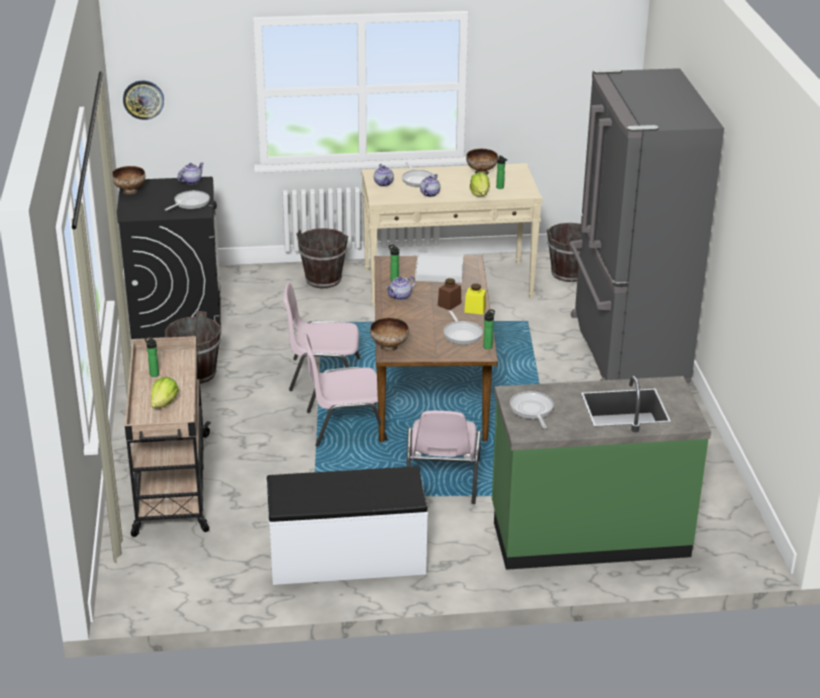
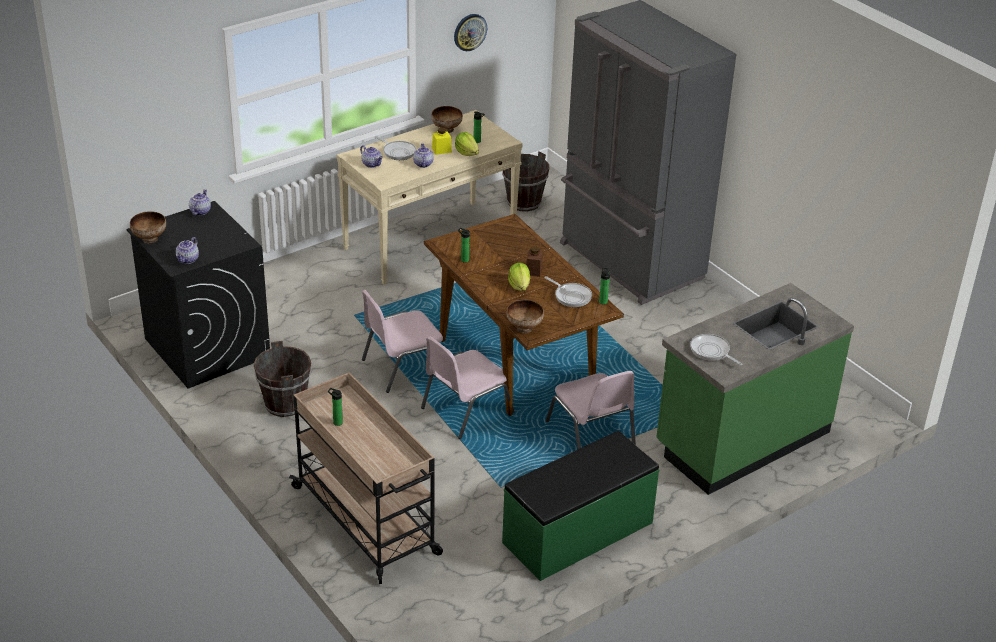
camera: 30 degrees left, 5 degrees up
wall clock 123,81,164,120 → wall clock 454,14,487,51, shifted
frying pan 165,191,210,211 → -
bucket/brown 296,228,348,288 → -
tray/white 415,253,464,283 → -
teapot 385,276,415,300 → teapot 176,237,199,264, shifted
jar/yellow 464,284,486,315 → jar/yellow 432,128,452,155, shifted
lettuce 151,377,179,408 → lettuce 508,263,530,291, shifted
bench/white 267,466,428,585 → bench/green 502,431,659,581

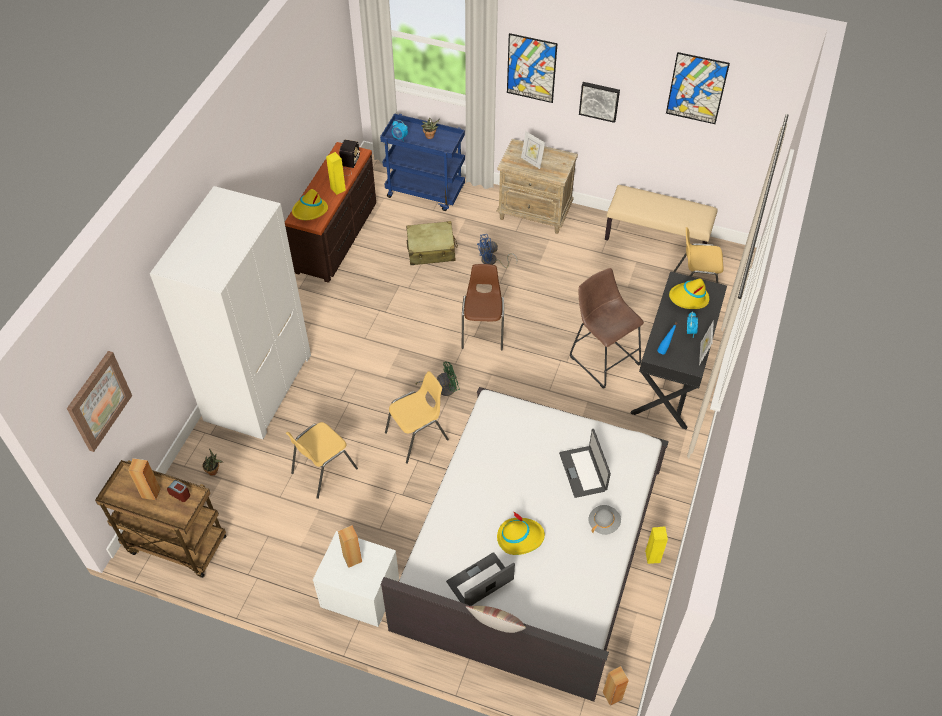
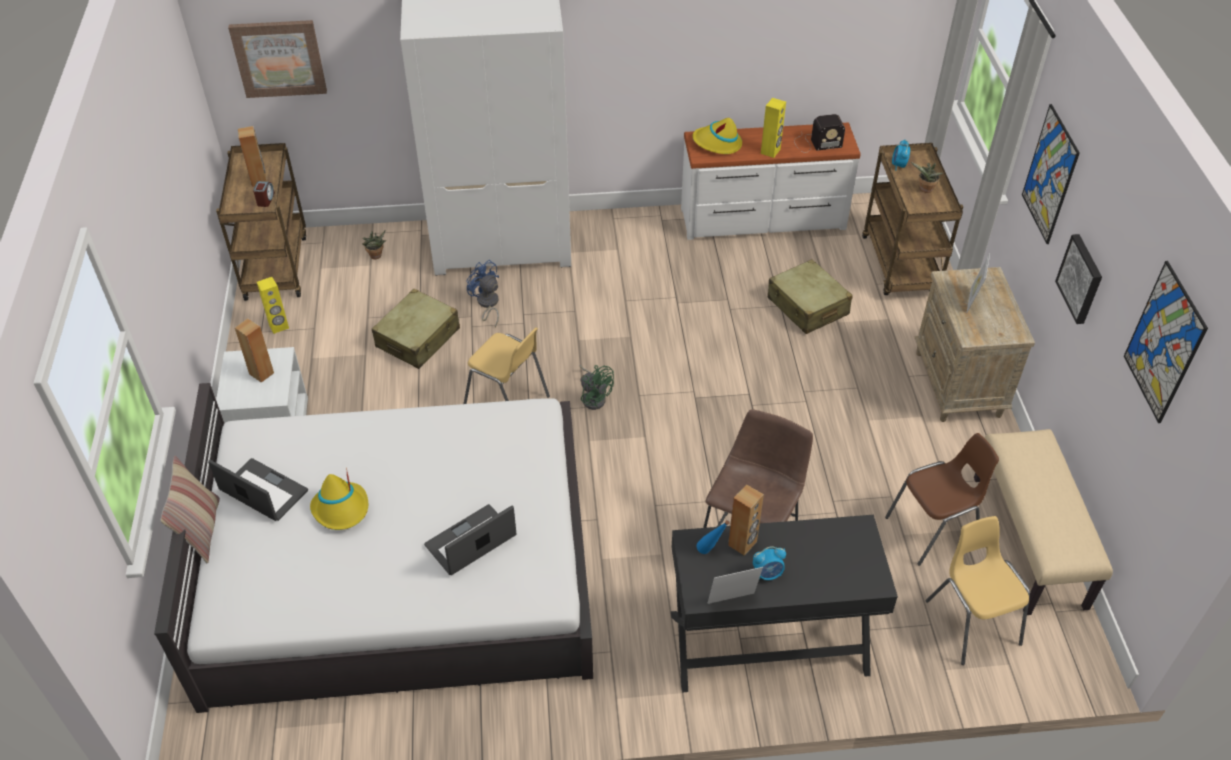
camera: 65 degrees right, 5 degrees down
cart/blue 380,113,465,211 → cart/brown 862,143,963,295
dresser/brown 285,142,376,283 → dresser/white 681,122,861,240
fan/blue 477,234,517,268 → fan/blue 466,260,499,328, shifted
chair/brown 462,264,504,350 → chair/brown 885,433,999,566, shifted
hat/yellow 669,279,709,309 → -
chair/yellow 286,422,358,499 → suitcase/beige 372,289,460,369
hat/grey 588,505,621,535 → -
speaker/yellow 645,526,668,564 → speaker/yellow 257,277,289,334, shifted
speaker/brown 603,666,629,706 → speaker/brown 728,484,764,556, shifted

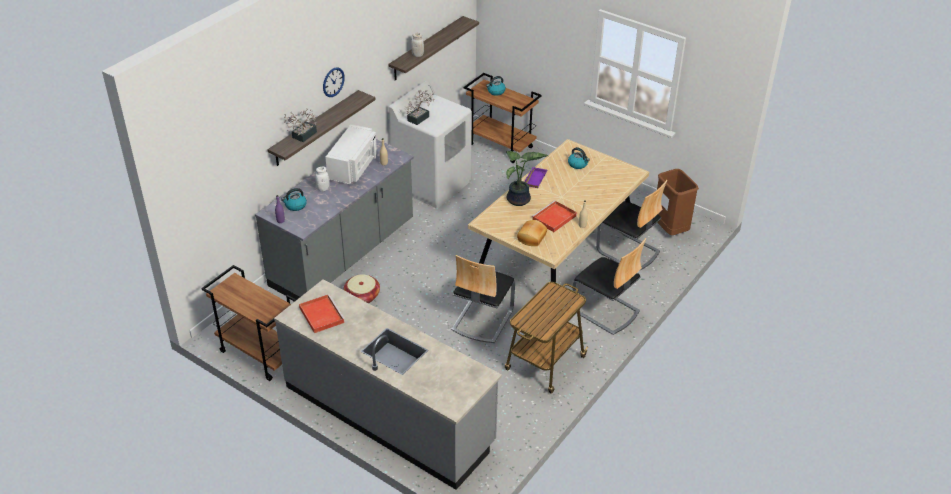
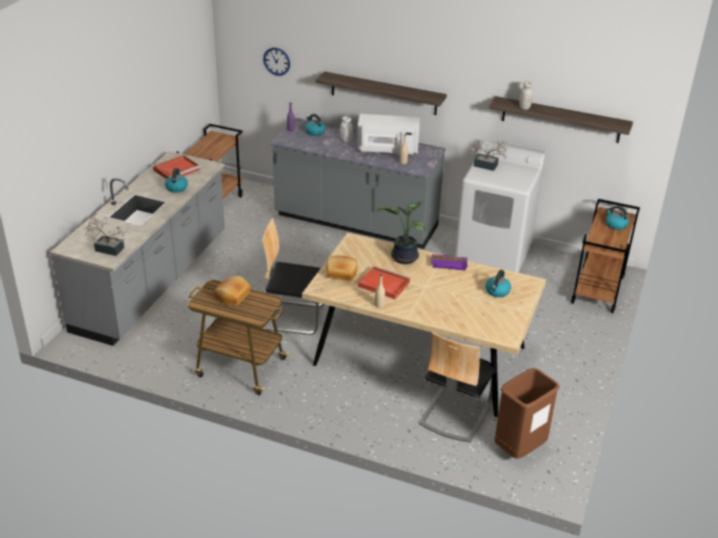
camera: 75 degrees right, 5 degrees down
wall clock 323,68,345,97 → wall clock 263,48,290,76, shifted
potted plant 284,109,317,142 → potted plant 83,213,128,256, shifted
chair 572,238,646,335 → -
basket 344,274,380,303 → -
- → kettle 165,168,188,193
- → bread 214,276,250,306

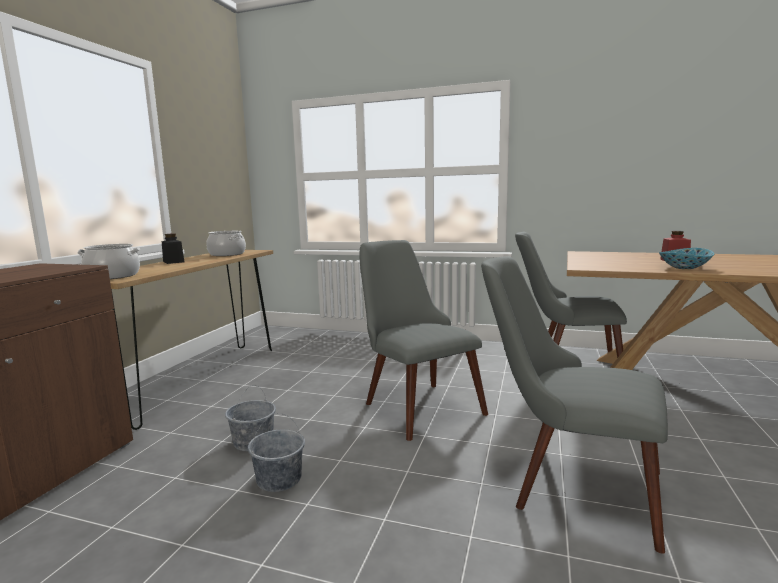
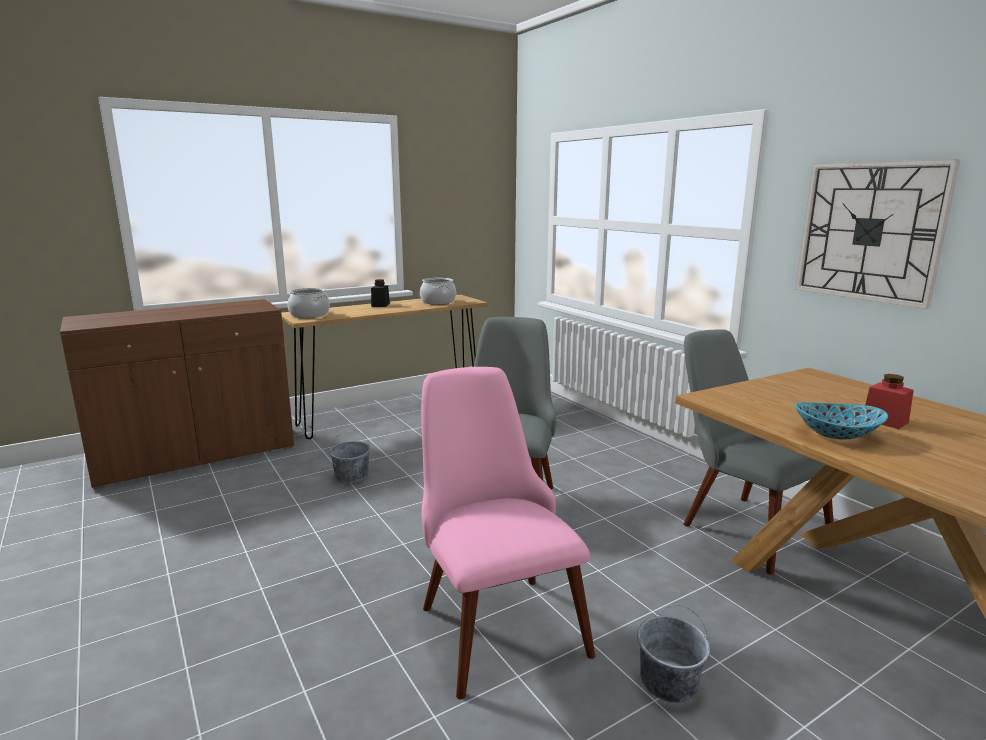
camera: 40 degrees right, 5 degrees up
chair/grey 481,256,668,554 → chair/pink 421,367,595,699
bucket/grey 248,413,305,492 → bucket/grey 637,604,710,703, shifted
- → wall clock 795,159,960,309

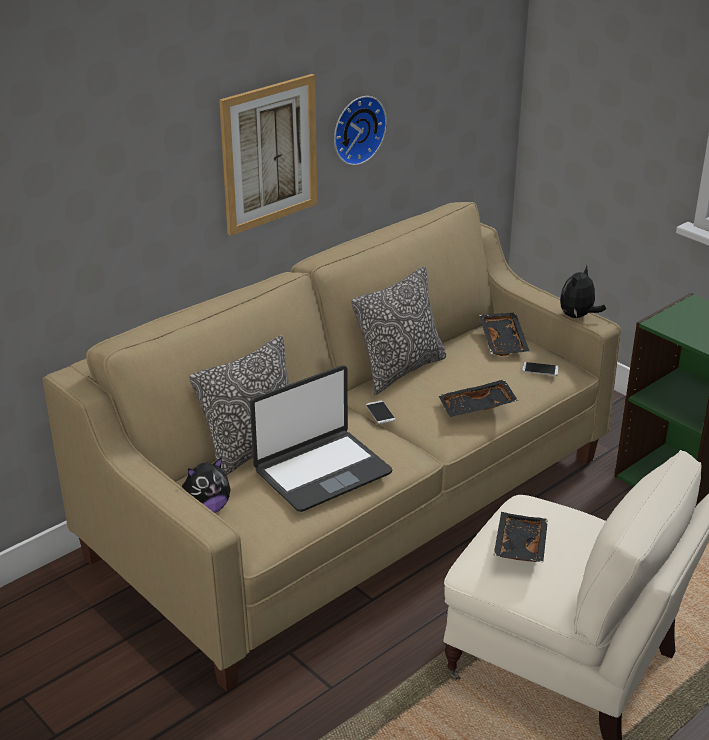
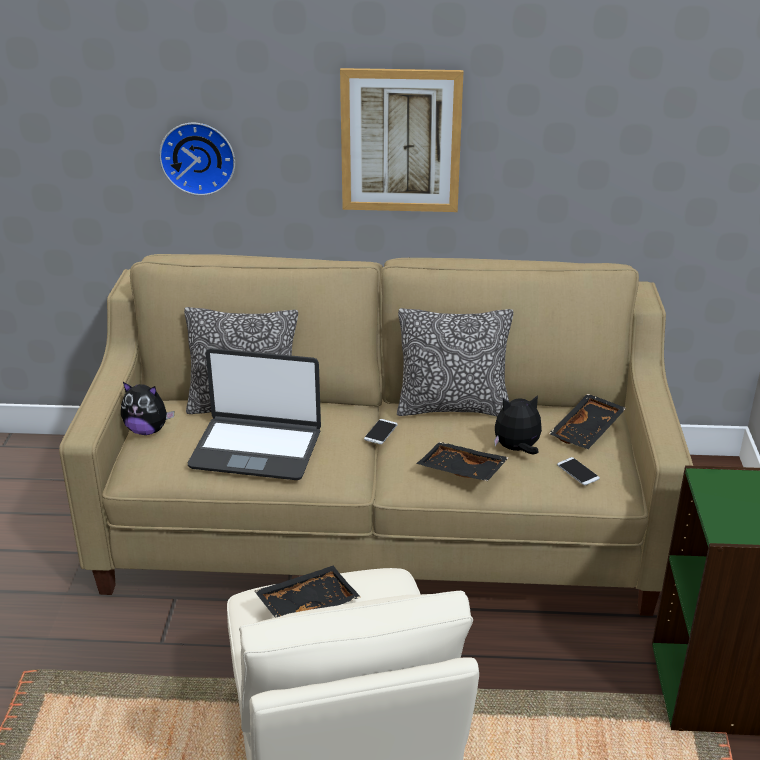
camera: 45 degrees right, 0 degrees up
wall clock 334,96,387,166 → wall clock 159,123,235,196, shifted
plush toy 560,265,606,318 → plush toy 494,395,542,455, shifted

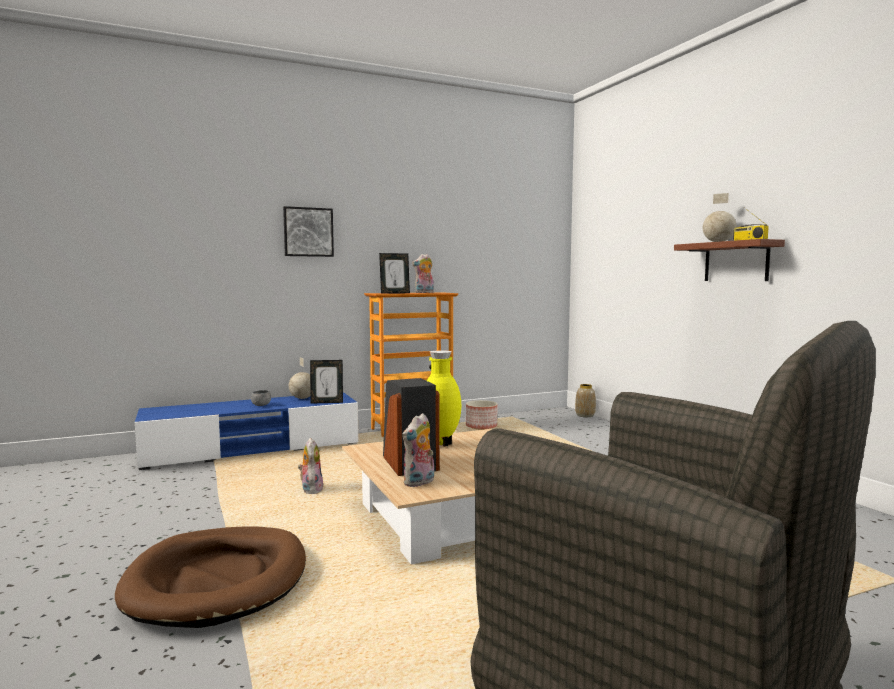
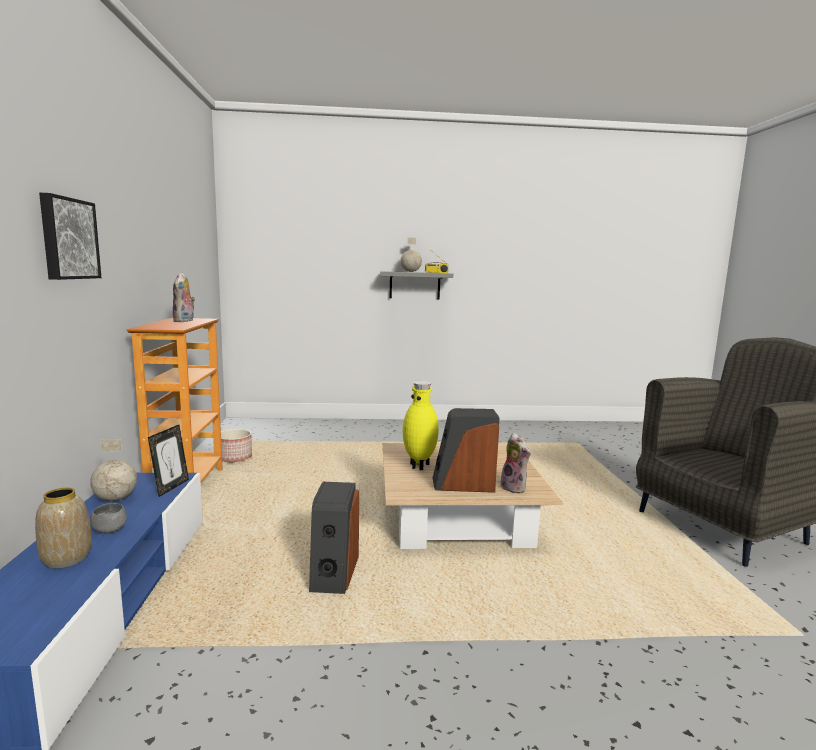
camera: 70 degrees left, 5 degrees up
shelf/brown 674,239,785,281 → shelf/grey 380,271,453,299
picture frame 379,253,410,294 → -
vase 575,384,596,417 → vase 35,488,92,568, shifted
plush toy 298,438,323,494 → speaker 309,482,359,594
dog bed/brown 115,526,306,628 → -

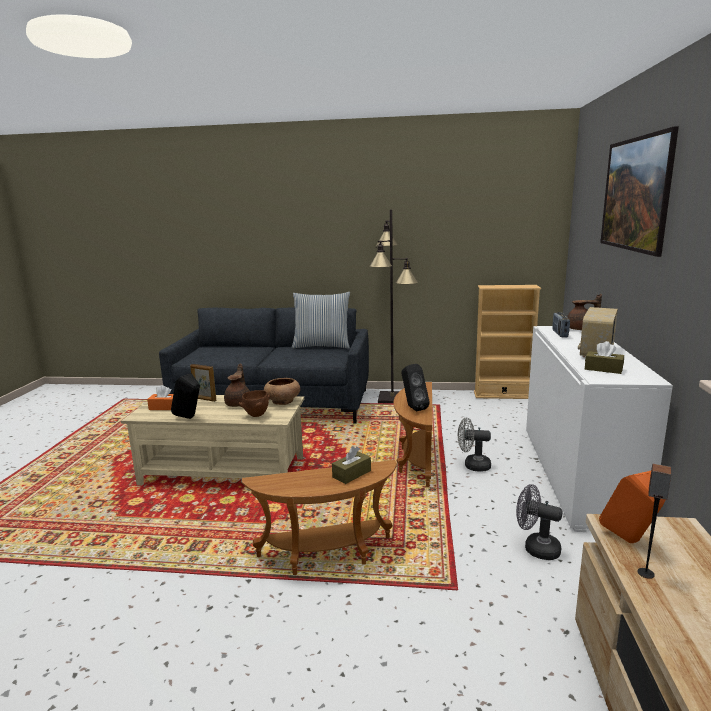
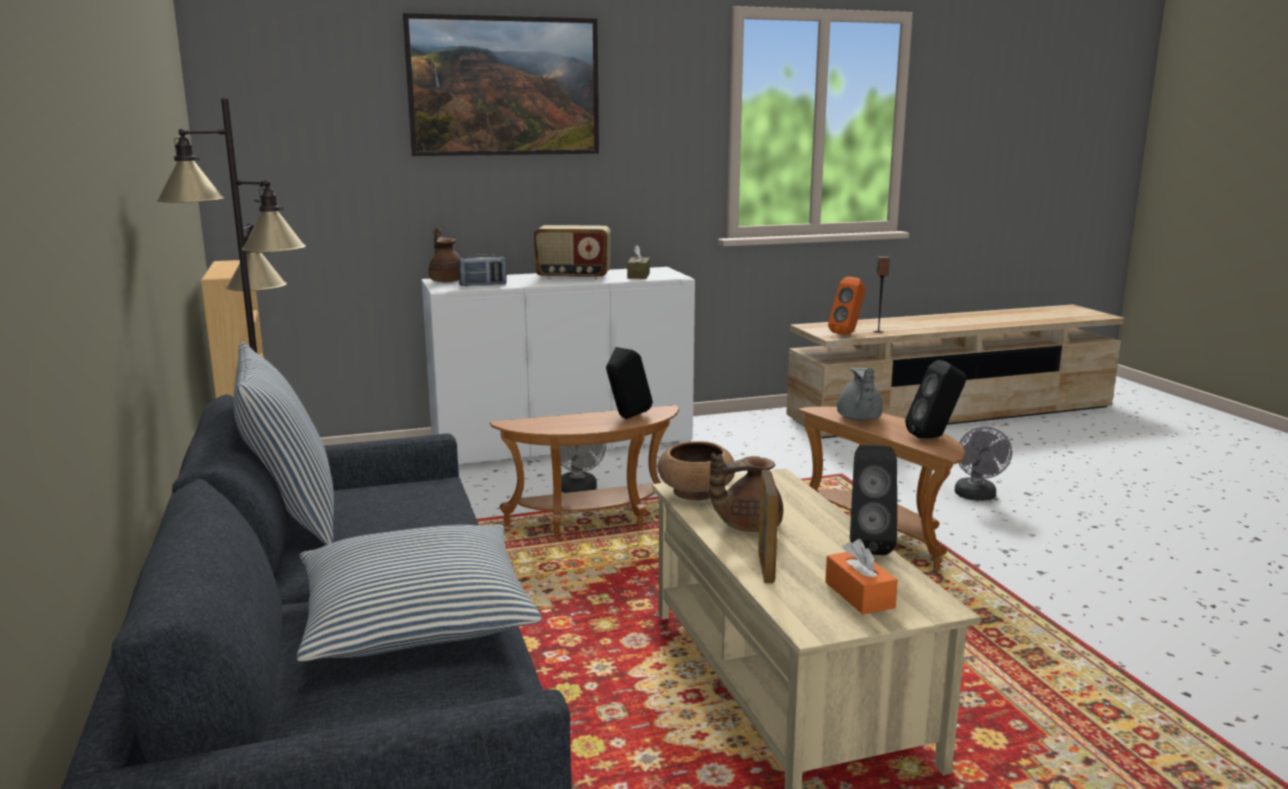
camera: 115 degrees left, 0 degrees up
bowl/brown 239,390,270,417 → -
tissue box/brown 332,446,371,484 → teapot/grey 837,367,883,421
fan/grey 516,484,563,560 → fan/grey 955,427,1012,501, shifted
- → speaker/black 905,360,966,438
- → pillow 296,524,542,662

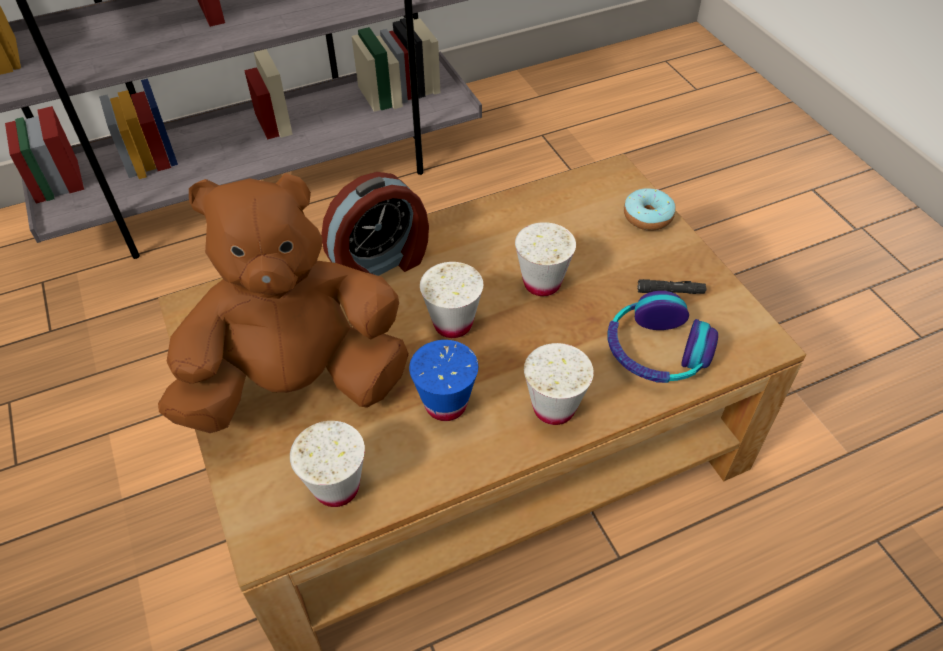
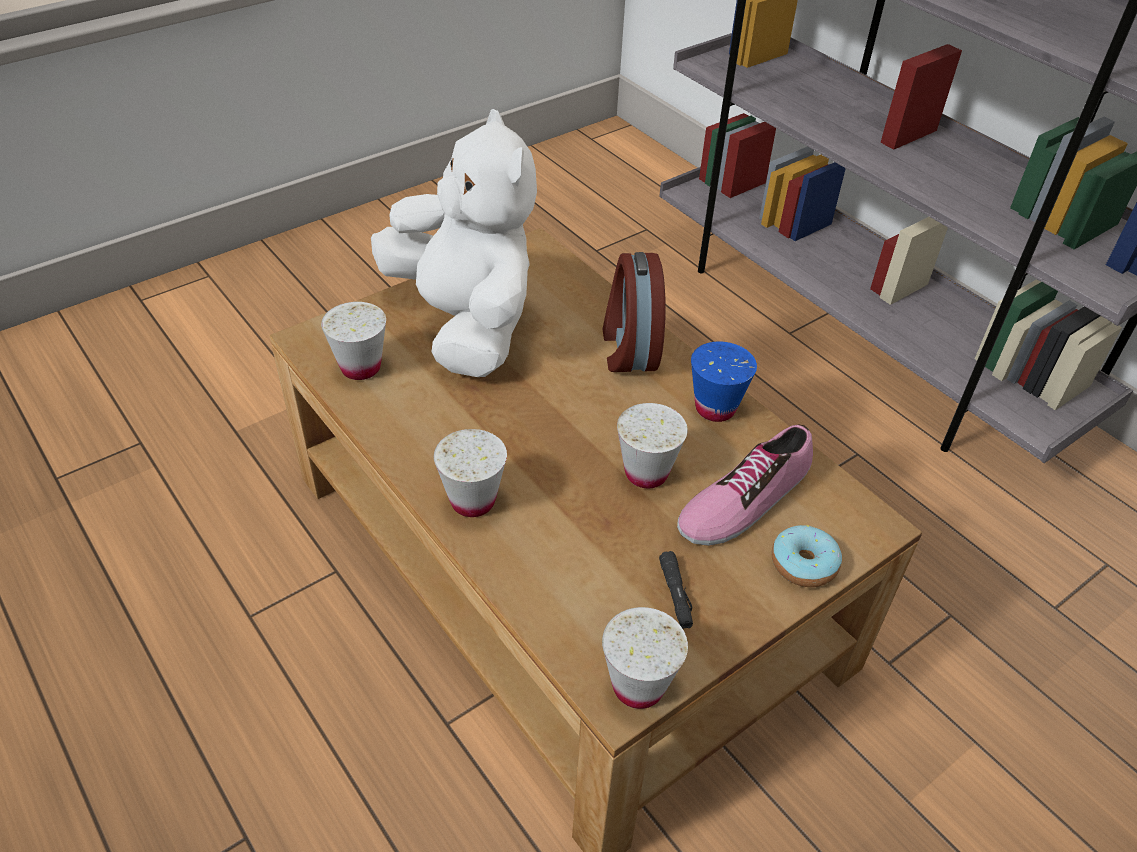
camera: 75 degrees right, 5 degrees down
alarm clock 321,172,429,276 → alarm clock 603,252,665,372, 45 degrees clockwise
plush toy/brown 158,173,409,433 → plush toy/white 371,109,537,377
cup/white 420,262,483,338 → cup/white 602,607,688,709, shifted
headphones 607,291,718,383 → -
cup/blue 409,340,478,421 → cup/blue 691,341,757,422, shifted
- → shoe 677,425,813,546

